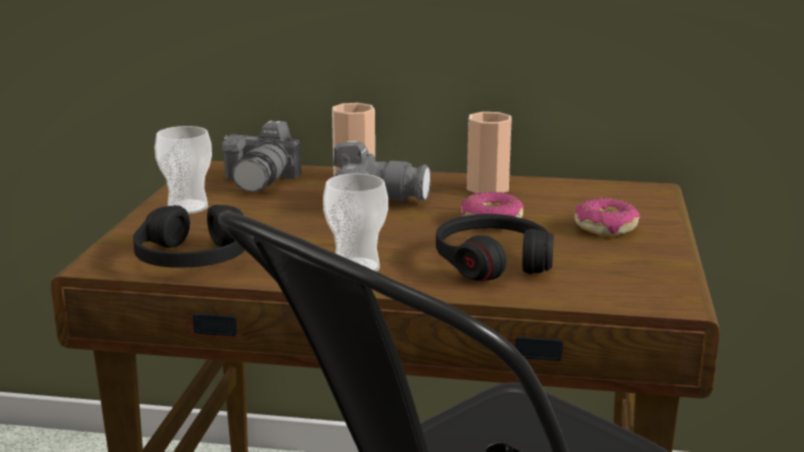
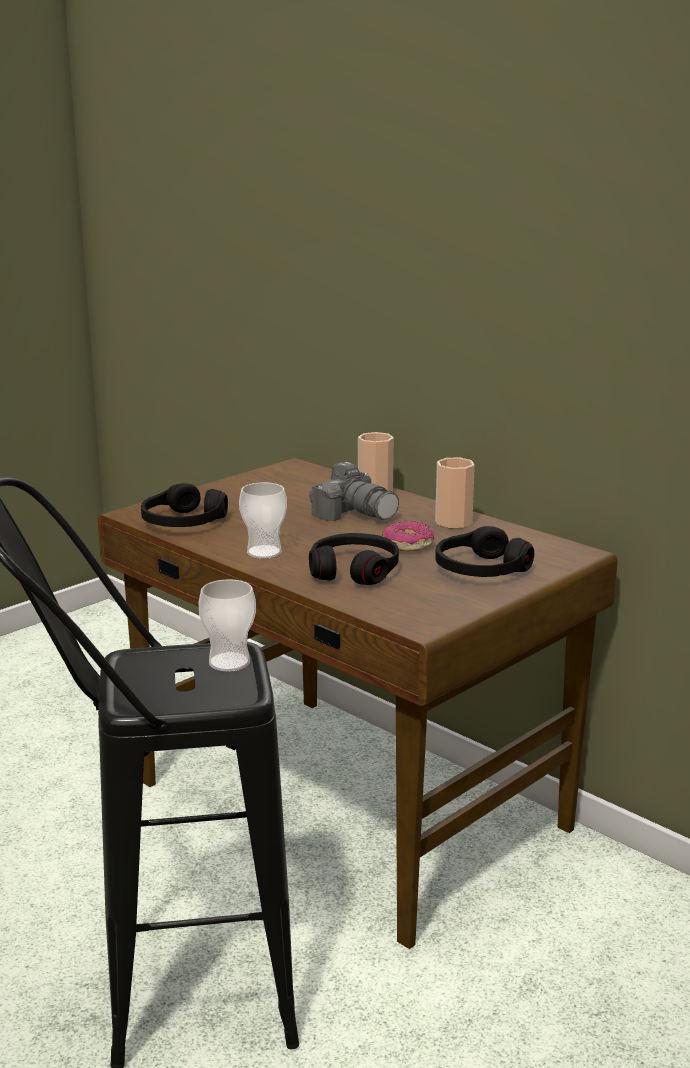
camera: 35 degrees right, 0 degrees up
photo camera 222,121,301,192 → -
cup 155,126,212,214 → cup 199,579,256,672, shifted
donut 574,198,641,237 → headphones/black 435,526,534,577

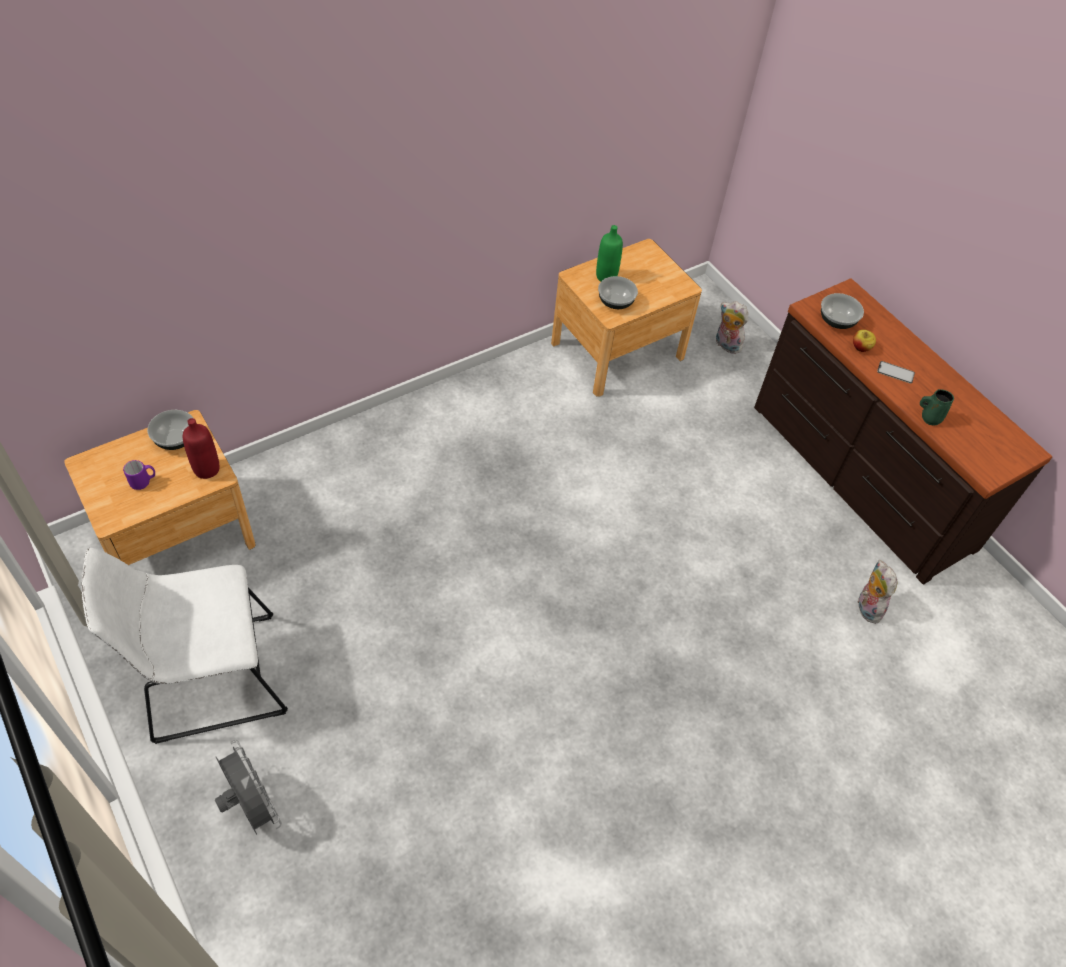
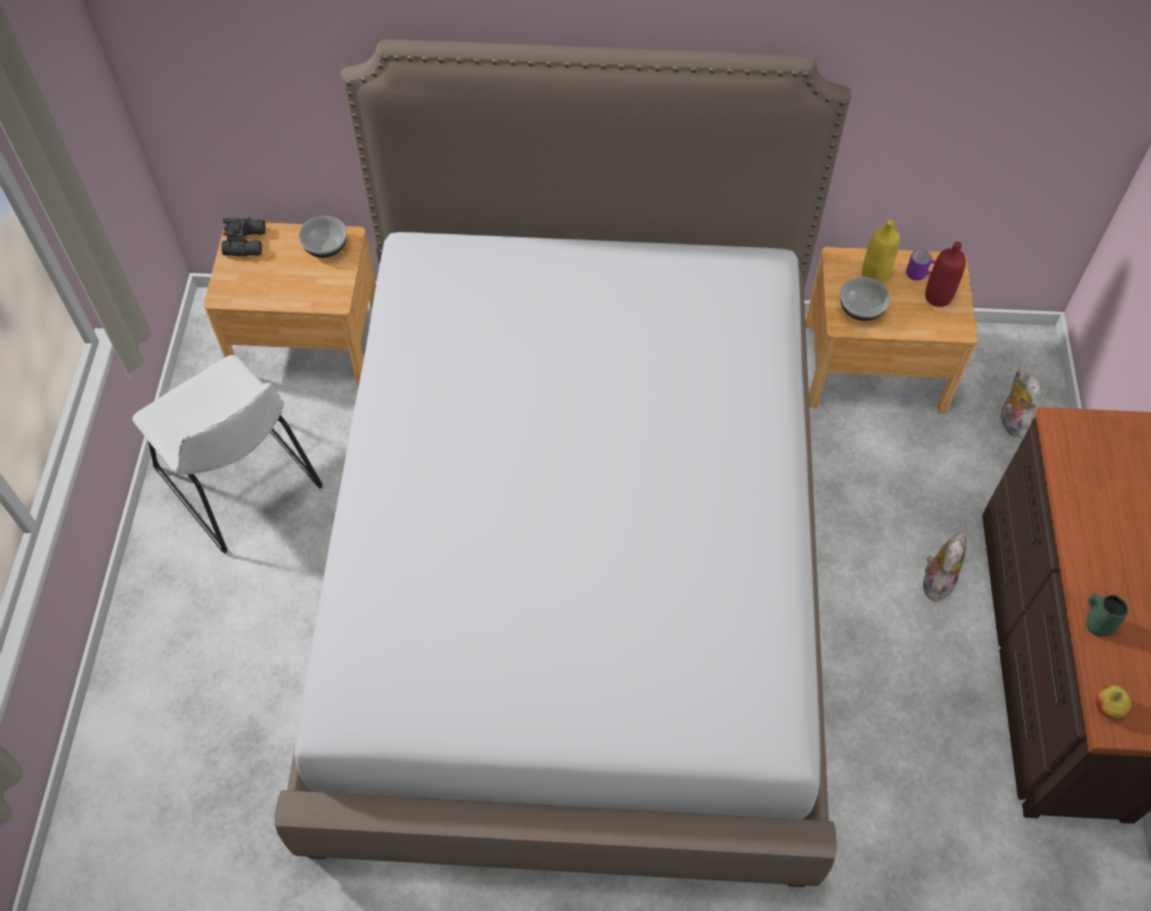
camera: 40 degrees right, 5 degrees up
bottle/green 596,225,623,281 → bottle/yellow 862,220,900,284
bowl 821,293,864,329 → -
apple 853,330,876,352 → apple 1096,685,1132,719, shifted
phone 877,361,915,384 → -
bottle/red 183,418,219,479 → bottle/red 925,242,966,307, shifted
mug/purple 123,460,155,490 → mug/purple 906,249,936,281, shifted
chair/white 82,548,288,744 → chair/white 132,355,323,554, 150 degrees counterclockwise
plush toy 857,560,897,624 → plush toy 923,533,966,606, shifted
fan/grey 215,739,282,835 → -
- → bed 274,39,851,887
- → binoculars/black 221,217,266,256

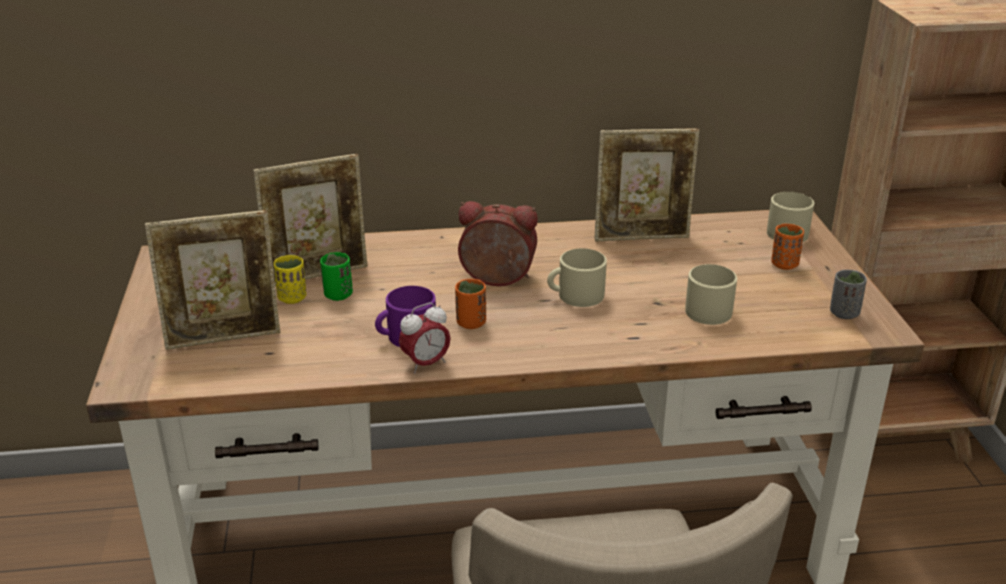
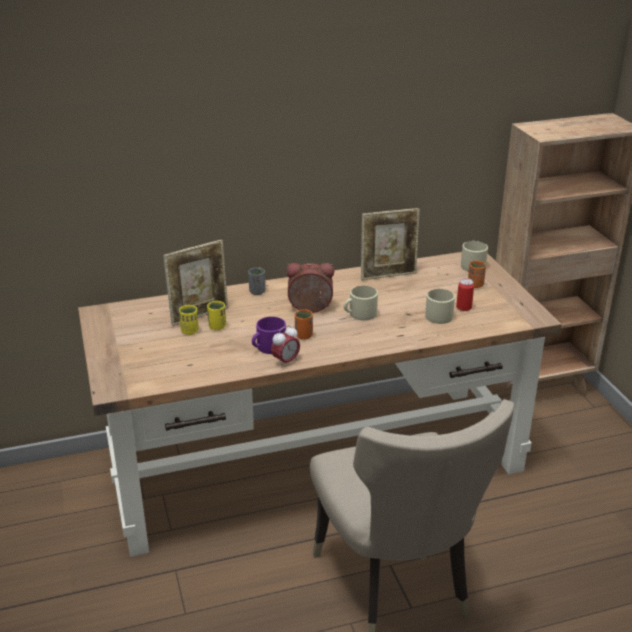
camera: 10 degrees left, 0 degrees up
picture frame 145,210,281,350 → -
cup/green 320,252,353,301 → cup/yellow 207,301,226,330
cup/grey 830,270,867,319 → cup/grey 248,267,266,295, shifted
- → can 456,278,474,311

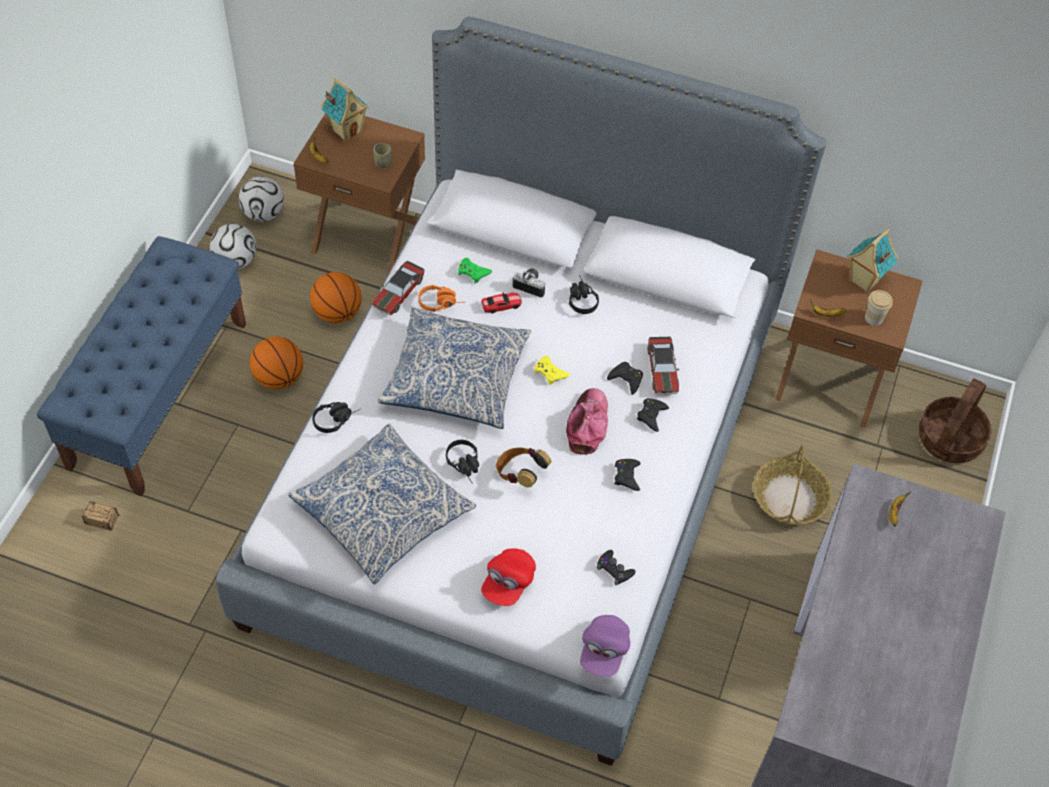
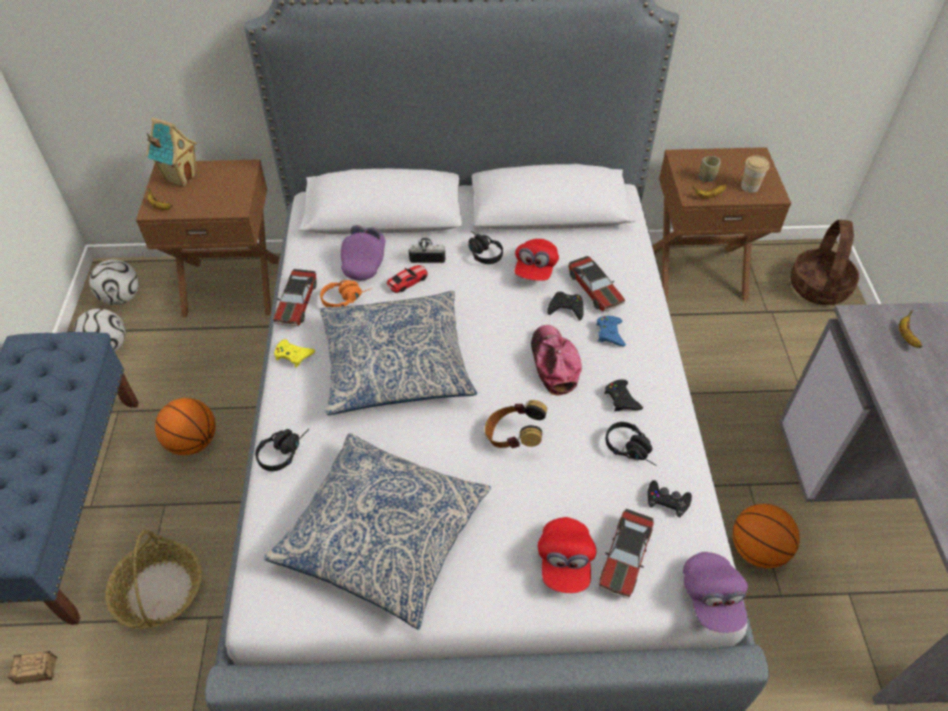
camera: 20 degrees left, 5 degrees down
cup 373,143,392,168 → cup 699,156,721,182, shifted
toy house 847,228,898,293 → -
game controller/green 458,258,492,284 → cap/purple 341,225,385,280
basketball 310,272,362,323 → basketball 733,504,800,568, shifted
game controller/yellow 535,356,570,385 → game controller/yellow 274,339,315,368, shifted
game controller/black 637,398,669,432 → game controller/blue 596,316,626,346
headphones/black 446,440,479,484 → headphones/black 606,422,656,466, shifted
basket 753,445,832,525 → basket 105,530,202,629, shifted
- → cap/red 515,239,559,281
- → toy car 599,509,654,599

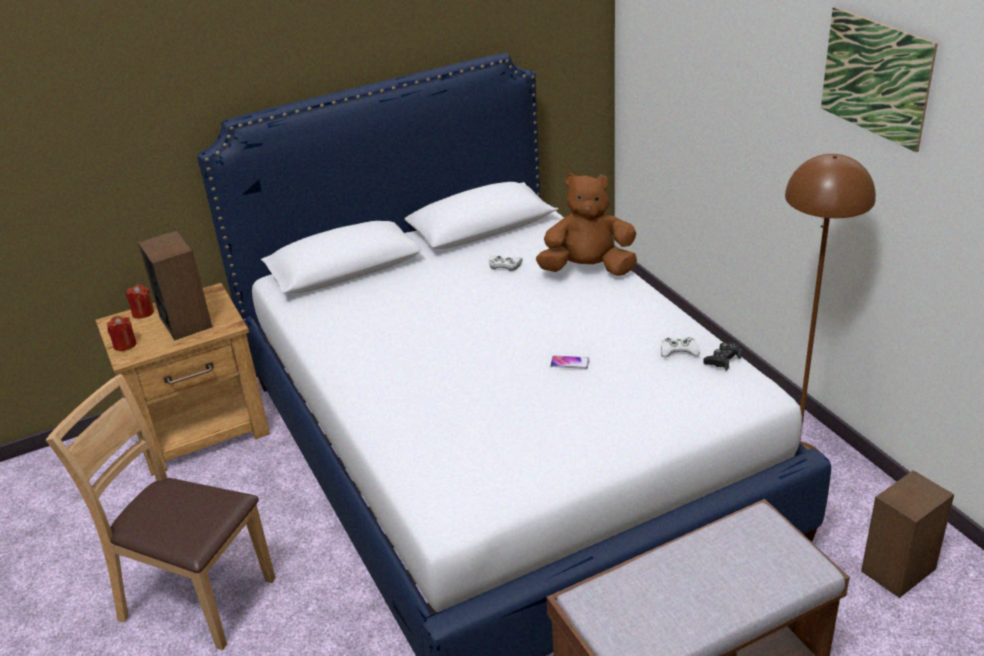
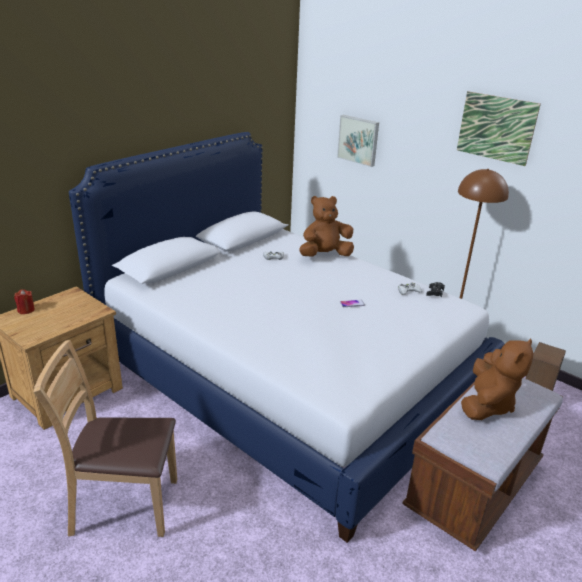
camera: 25 degrees left, 5 degrees down
speaker 138,230,212,340 → -
candle/red 107,316,137,352 → -
- → picture 337,115,379,167
- → plush toy/brown 461,338,534,420

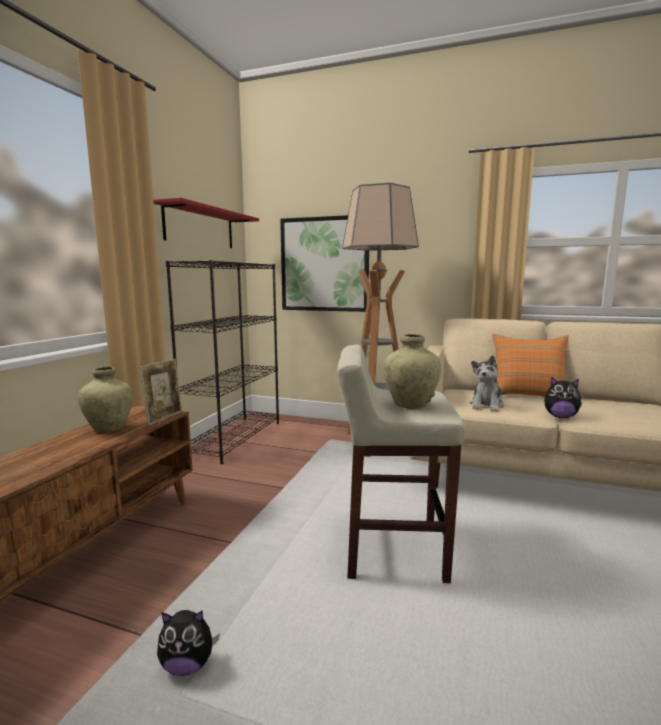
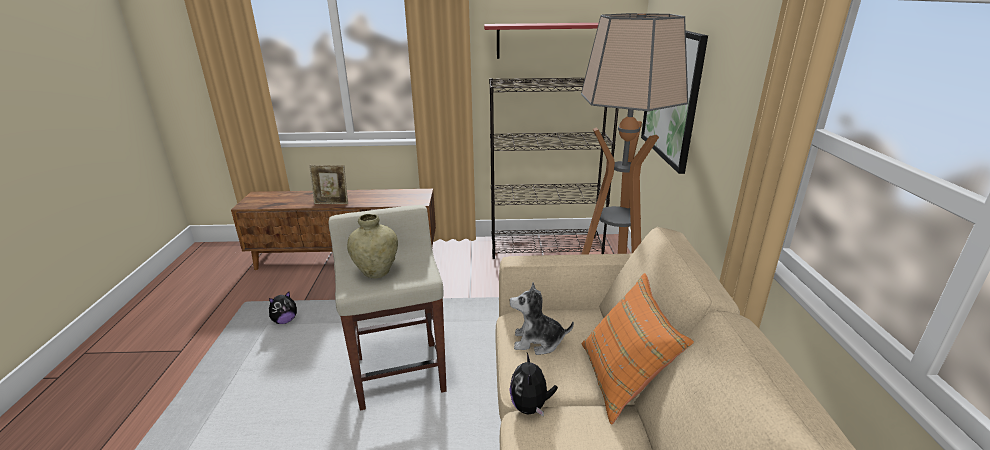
camera: 70 degrees right, 15 degrees up
picture frame 139,359,182,425 → picture frame 309,165,348,204, shifted
vase/beige 78,367,133,432 → -
plush toy 157,610,220,676 → plush toy 269,292,297,324, 105 degrees counterclockwise

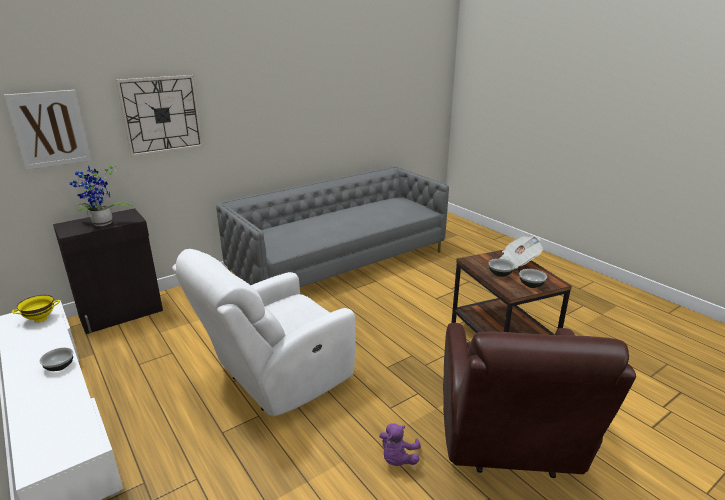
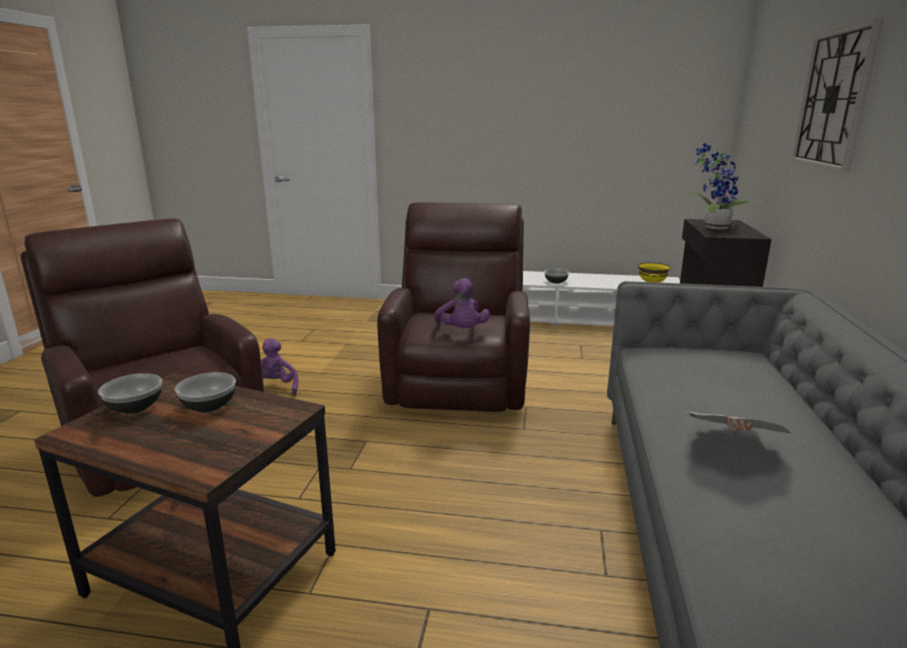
camera: 135 degrees right, 5 degrees down
picture 4,90,92,170 → -
newspaper 499,236,543,269 → newspaper 686,411,791,433, shifted
armchair/white 172,249,355,416 → armchair/brown 377,202,530,412
- → plush toy/purple 434,278,490,328

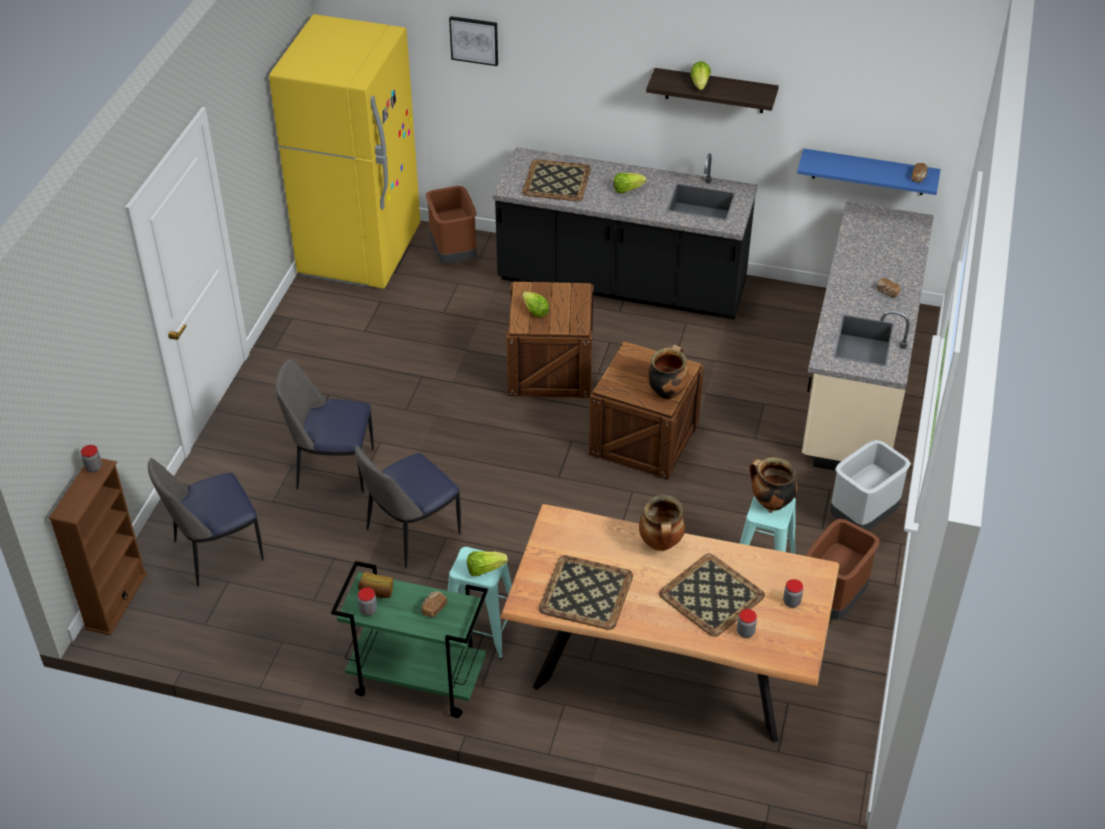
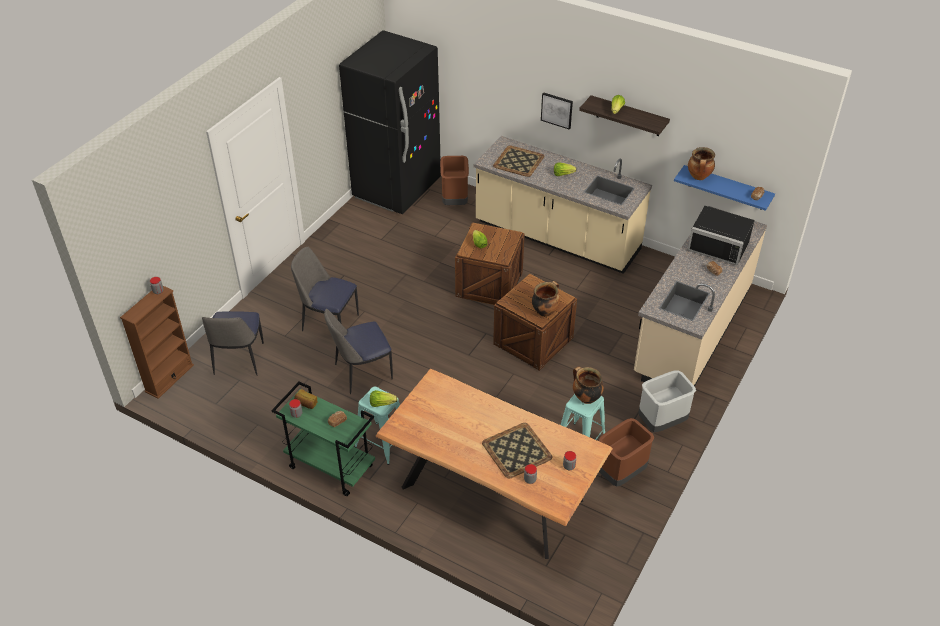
camera: 15 degrees right, 0 degrees up
fridge/yellow 269,14,421,288 → fridge/black 339,30,441,214
picture 449,16,498,66 → picture 541,92,573,129, shifted
counter/black 492,147,758,320 → counter/beige 474,136,652,274
chair 148,458,264,587 → chair 202,311,264,375, 75 degrees counterclockwise
cooking pot 639,495,686,551 → cooking pot 688,147,715,180, shifted
tray 539,555,633,630 → -
- → microwave/black 688,206,754,266

